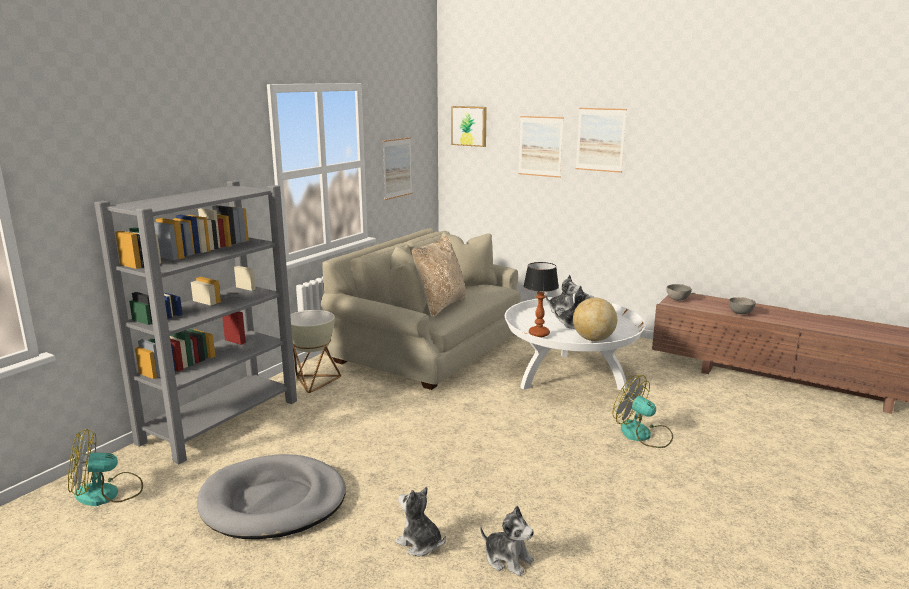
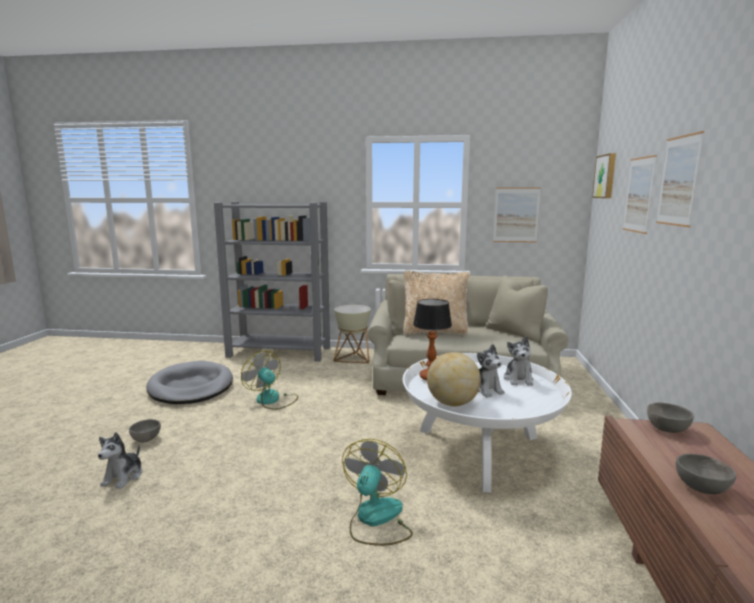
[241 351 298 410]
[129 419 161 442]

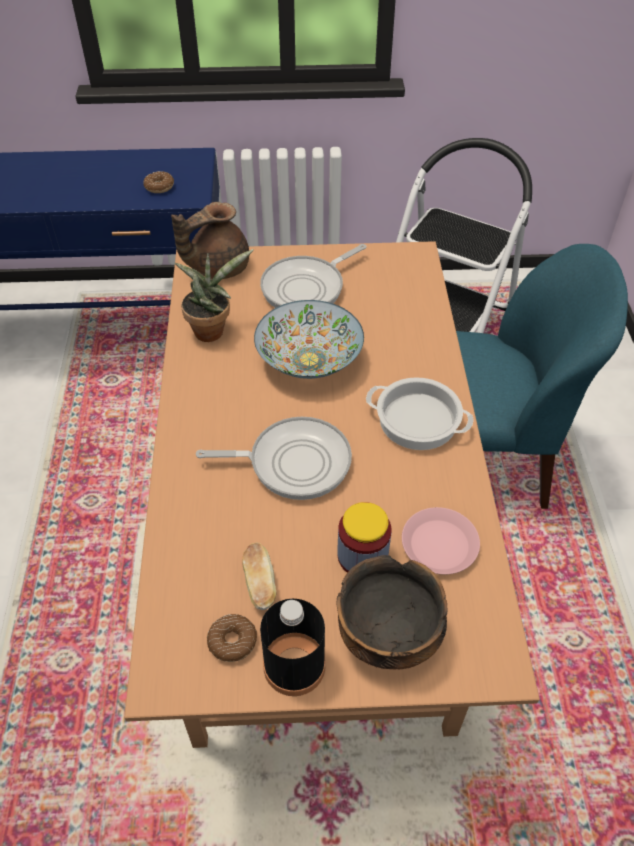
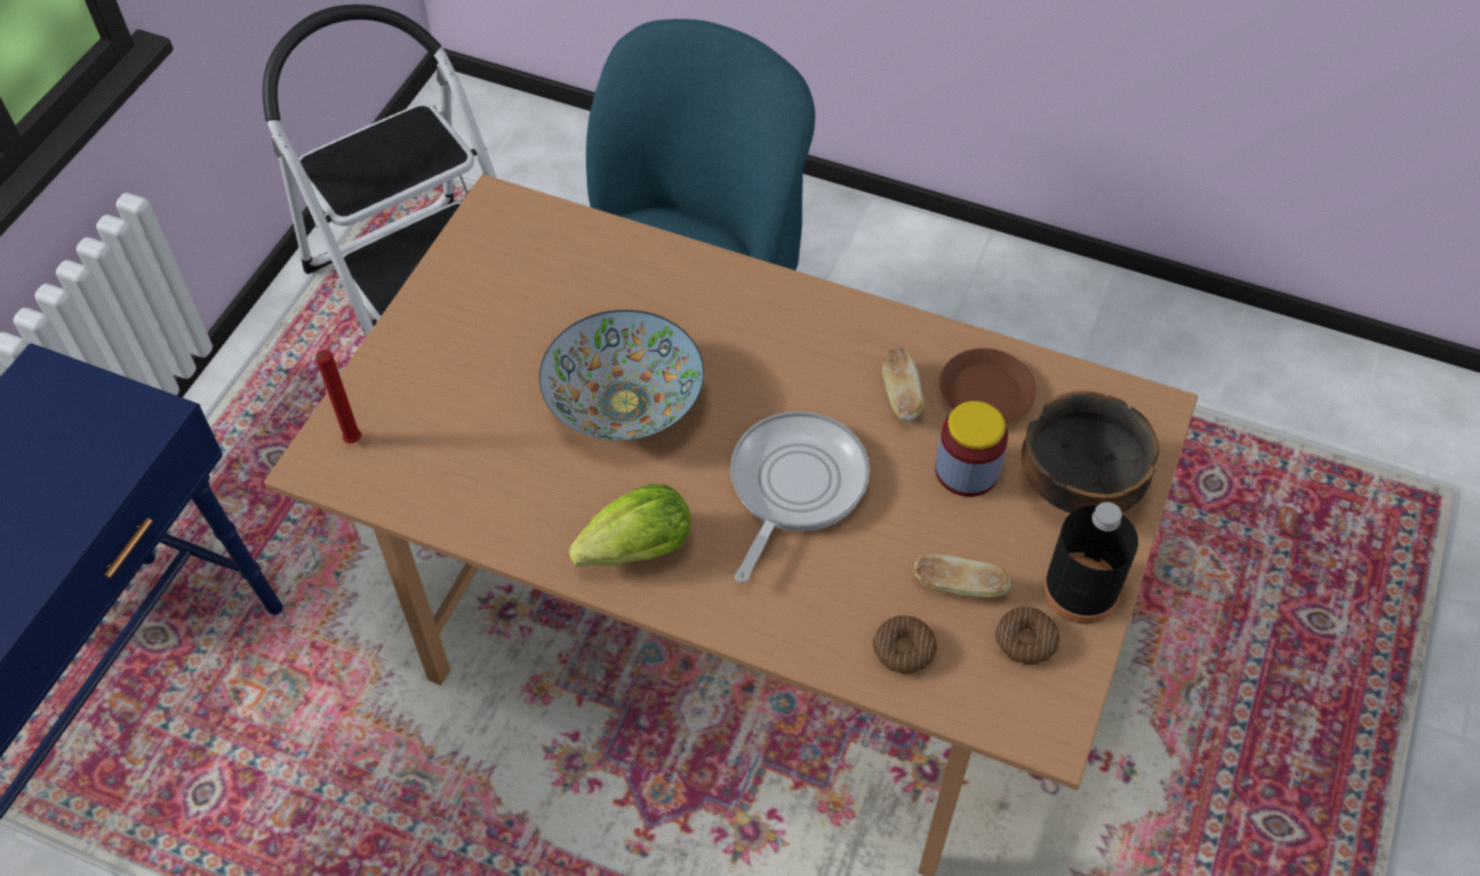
[873 615 937 674]
[316 350 361 443]
[260 244 367 308] (first image)
[175 249 254 342] (first image)
[366 377 474 450] (first image)
[939 348 1036 424]
[882 347 924 421]
[569 484 691 566]

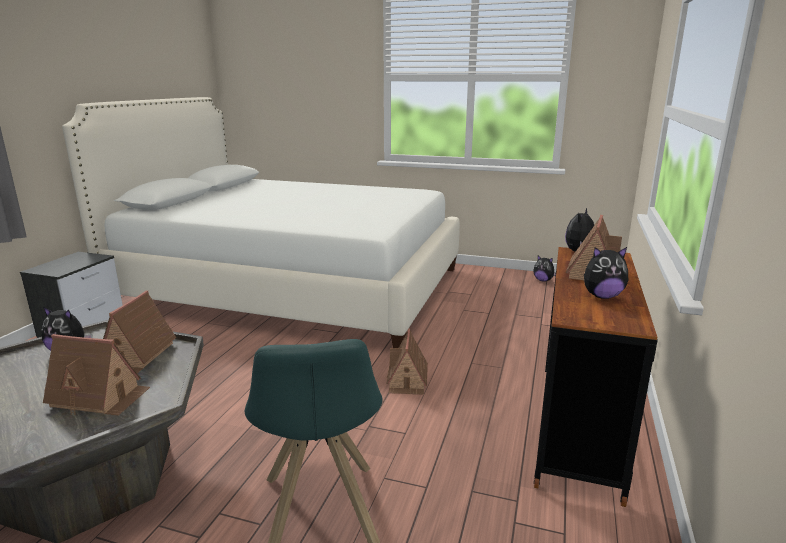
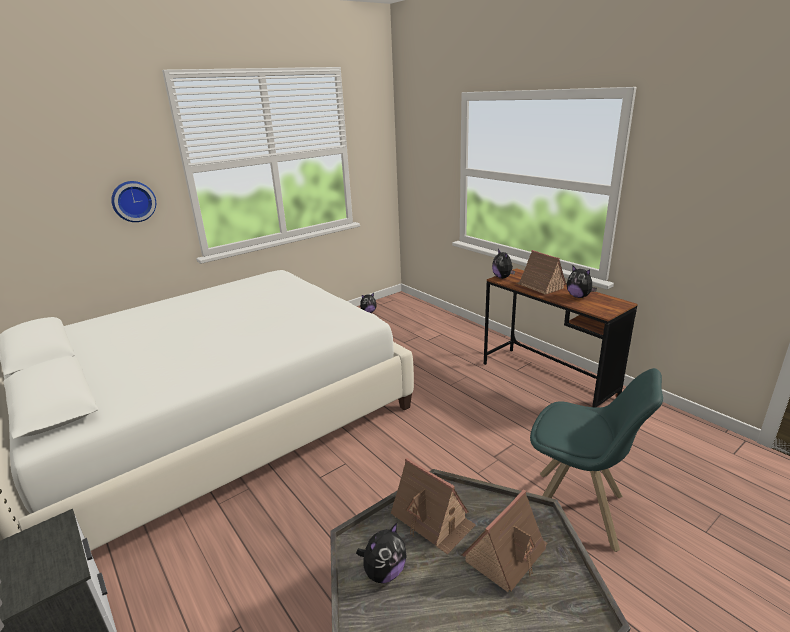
[567 265 597 298]
[386 328 428 395] (first image)
[111 181 156 222]

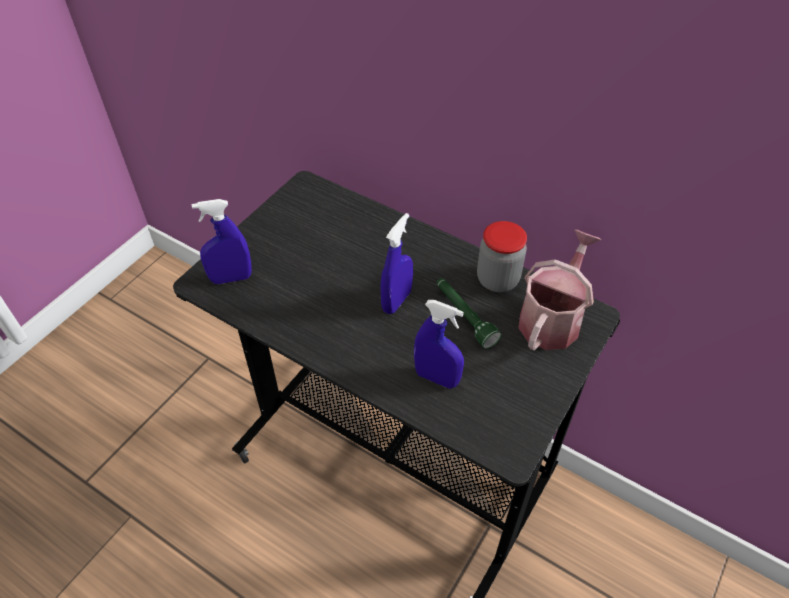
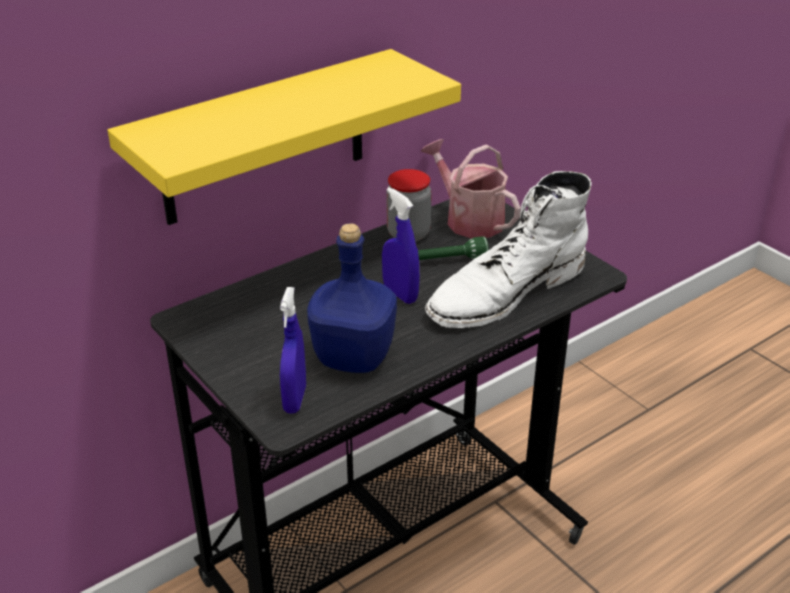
[425 171 592 328]
[107 49 461 225]
[307 223 397 373]

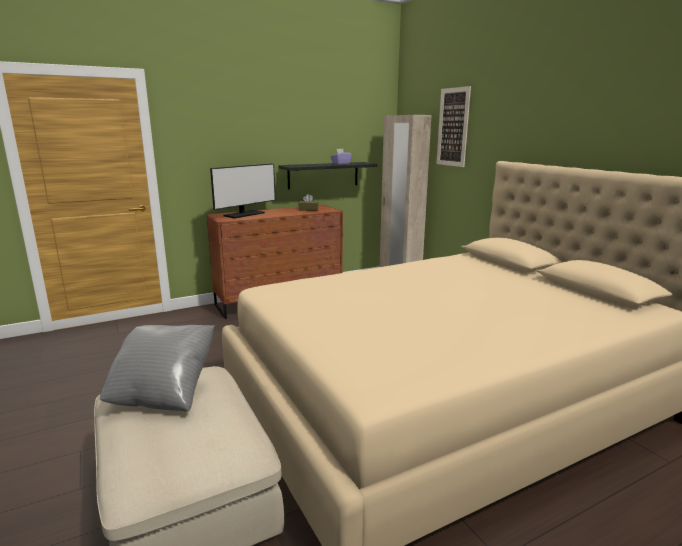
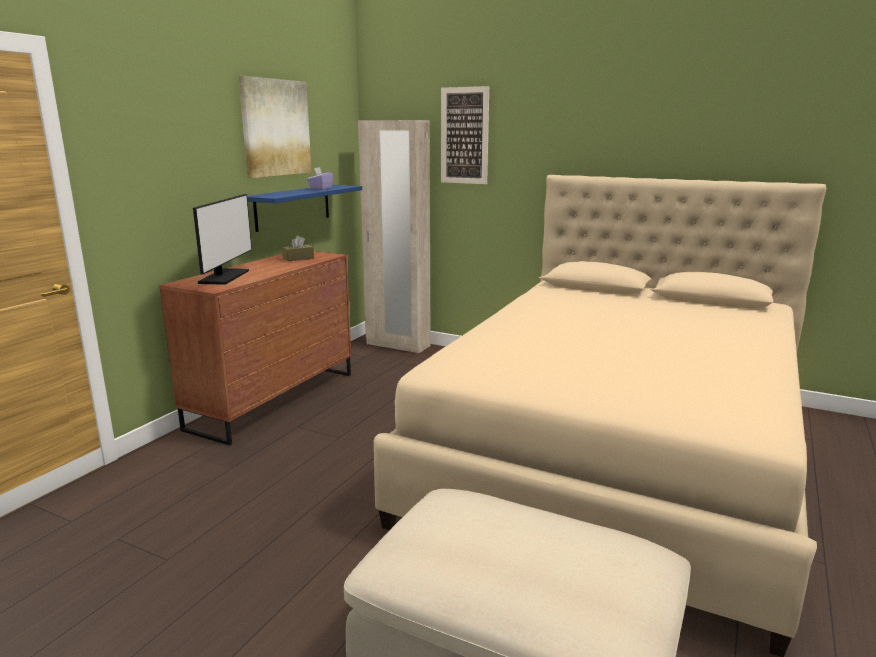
[247 185 362 232]
[100 325 215 411] (first image)
[239 76 312 178]

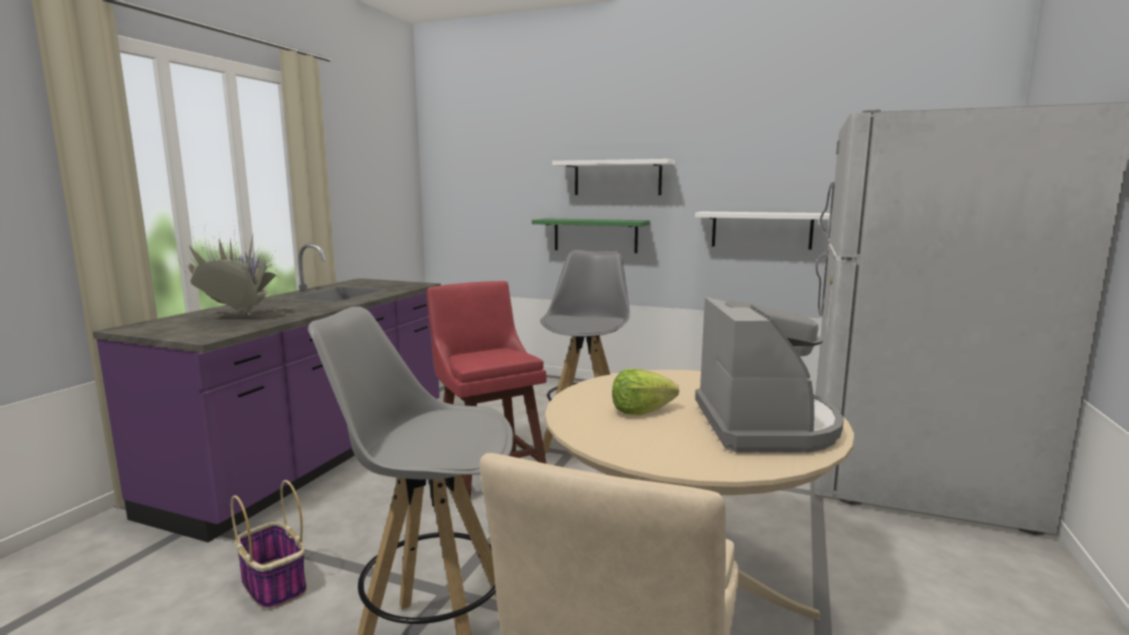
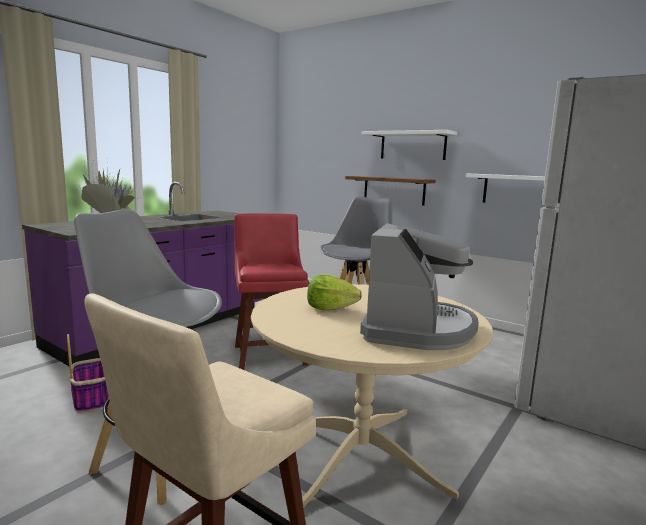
[345 176 436 205]

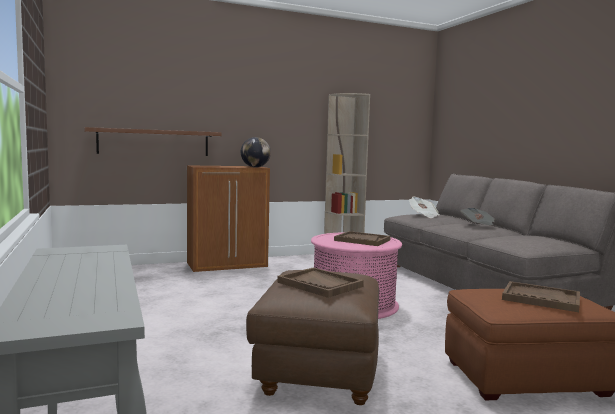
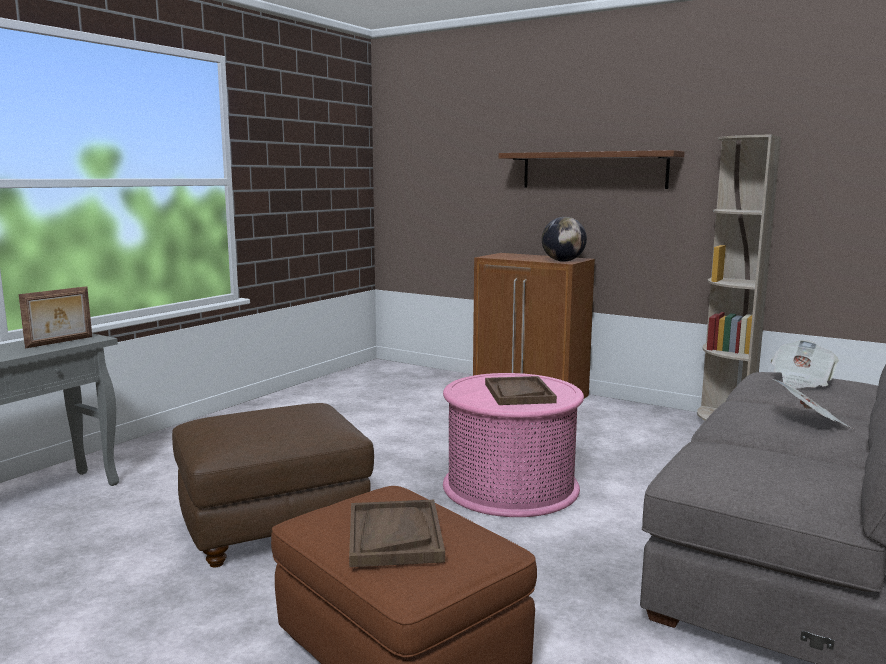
[499 150 685 189]
[277 267 364 298] (first image)
[19 286 92 348]

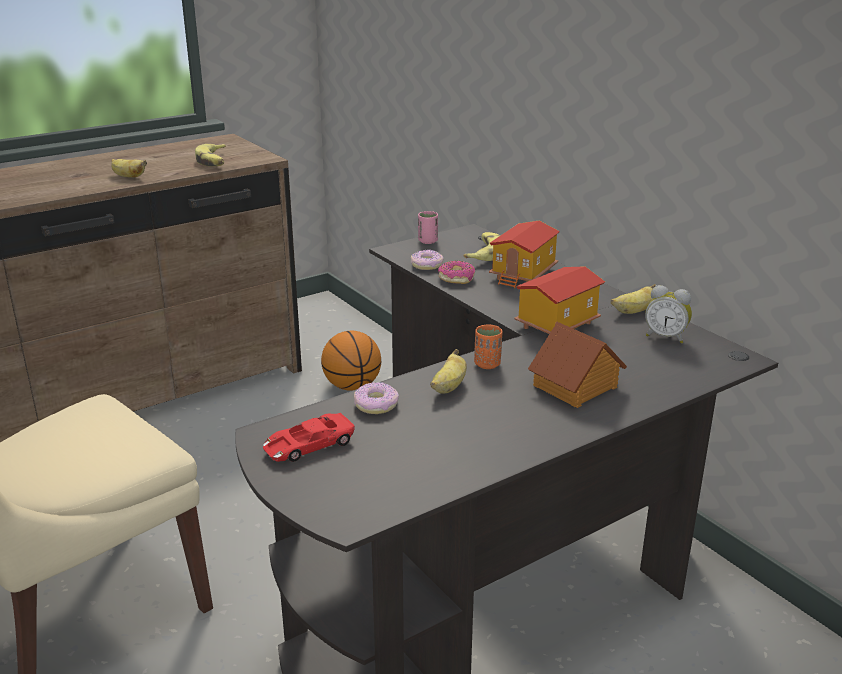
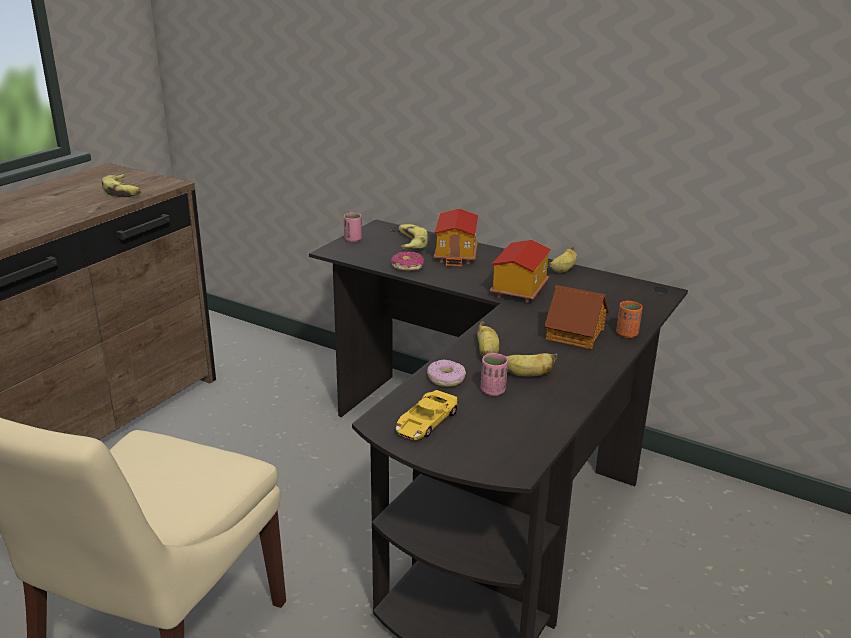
[506 353 558 377]
[411 250 444 270] (first image)
[645 285 692 343] (first image)
[616 301 643 338]
[321 331 381 391] (first image)
[396 390 457 440]
[481 353 508 396]

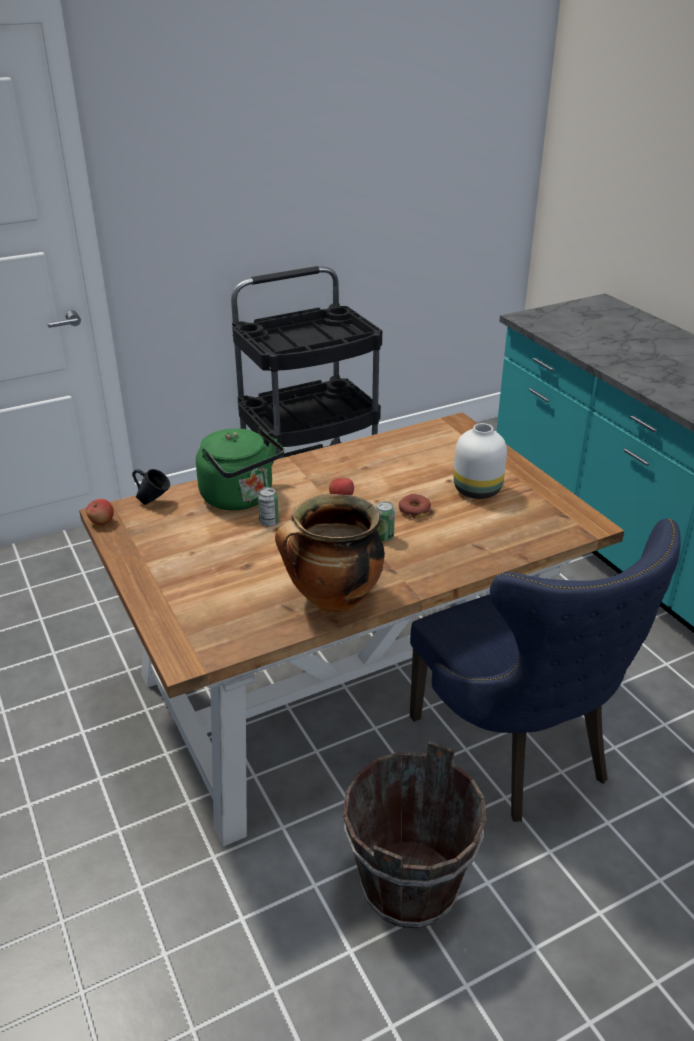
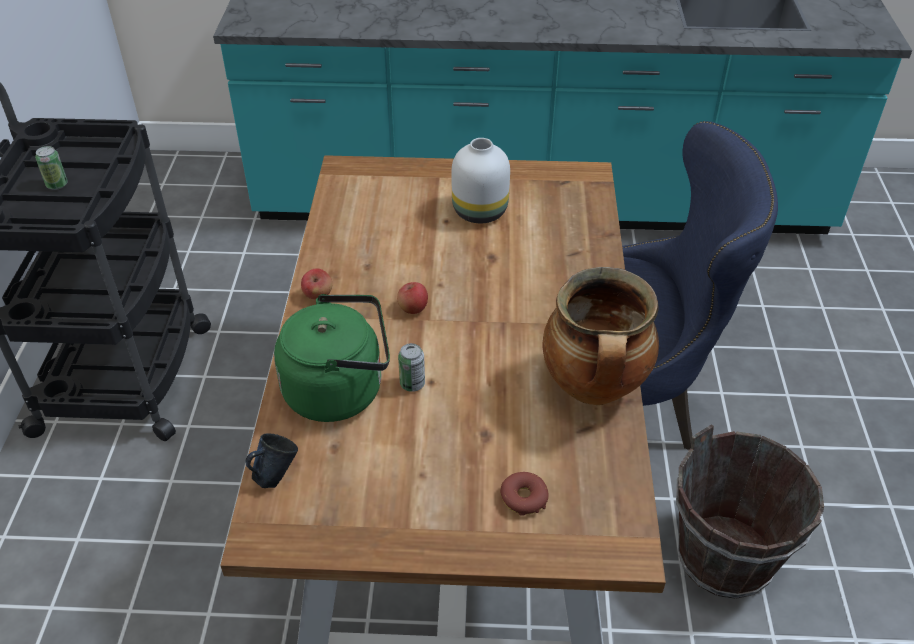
[500 472 549 515]
[301 269 332 300]
[35 146 68 190]

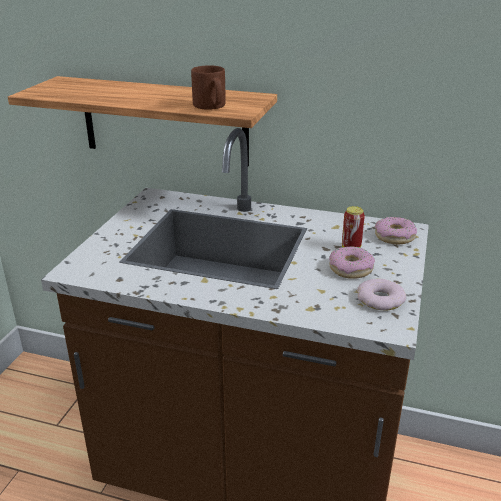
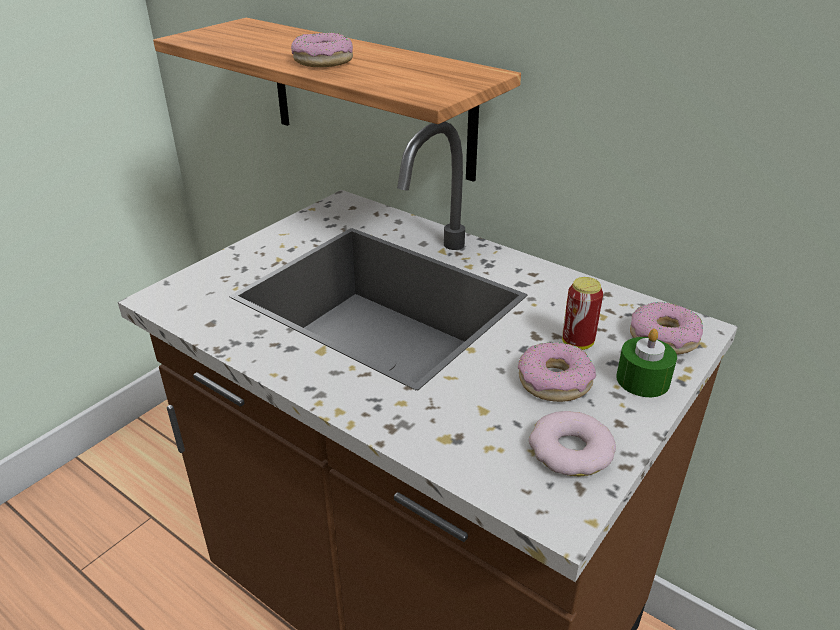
[191 65 226 110] (first image)
[291 33 353 67]
[616 329 677 397]

